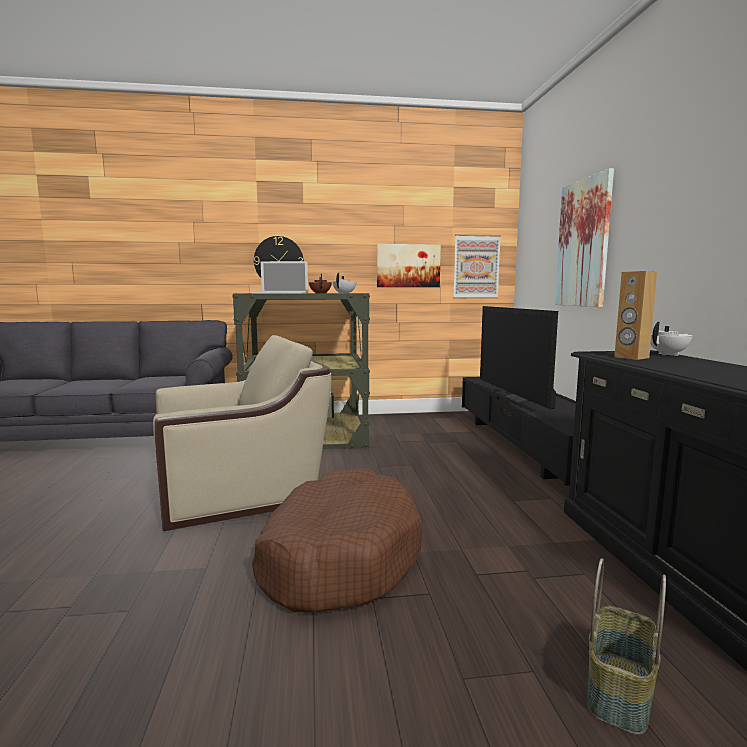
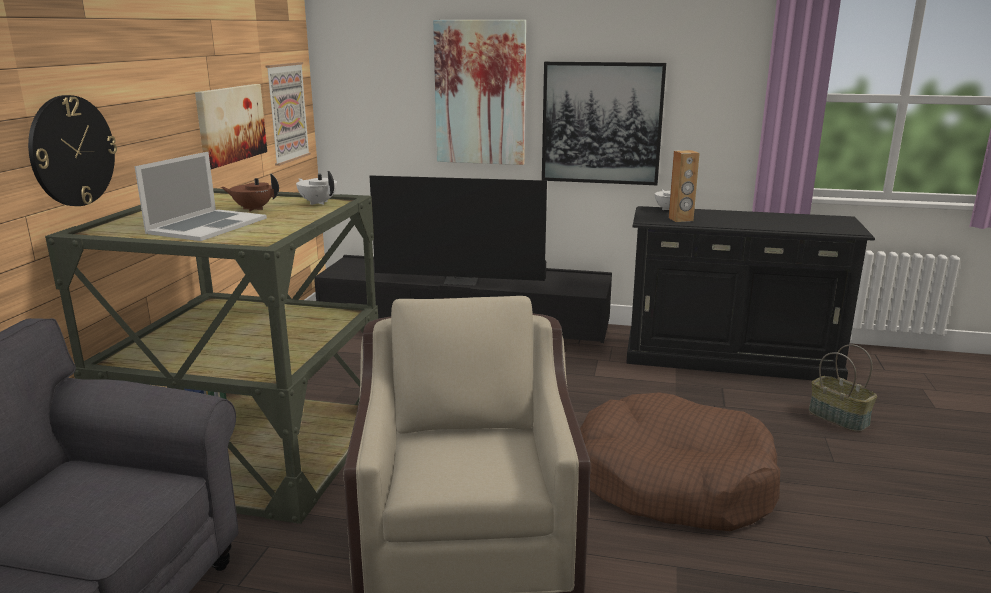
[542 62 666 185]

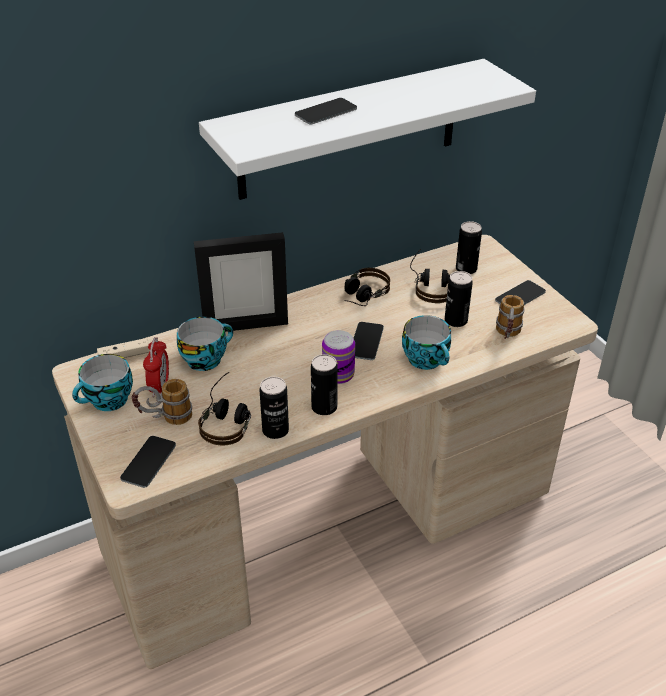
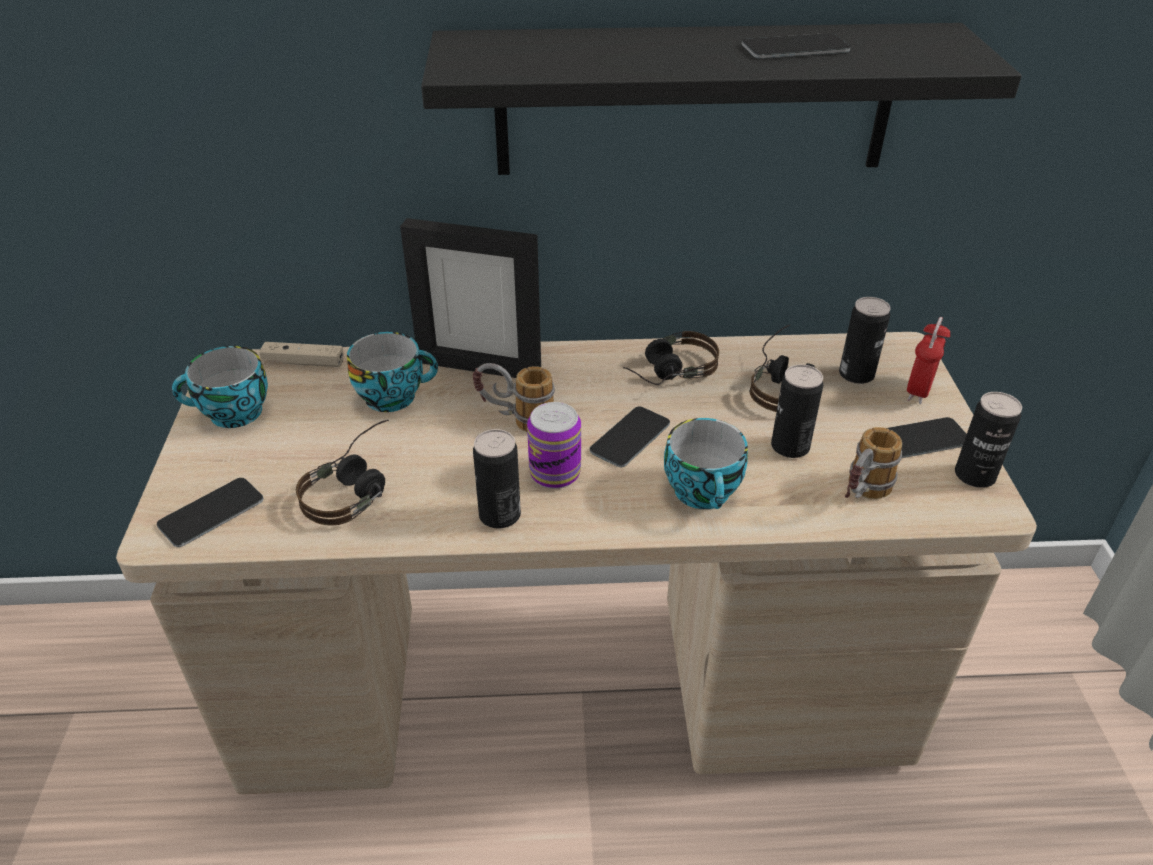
[421 23 1022 175]
[742 33 850 59]
[907 317 950 404]
[955 392 1022 488]
[473 363 555 432]

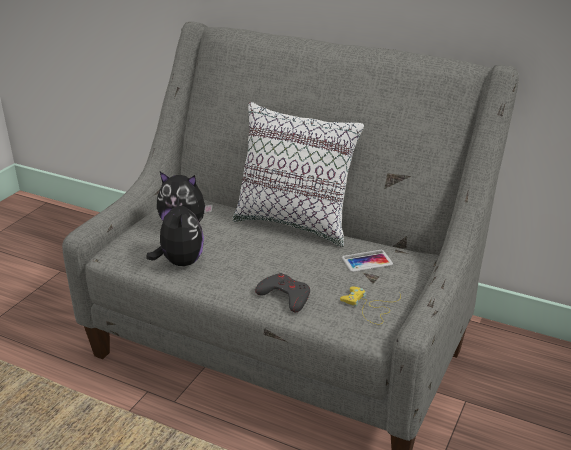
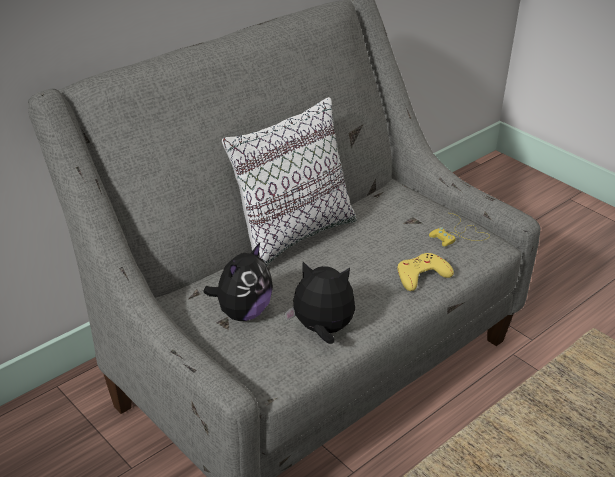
[342 250 393 272] (first image)
[397 253 454 291]

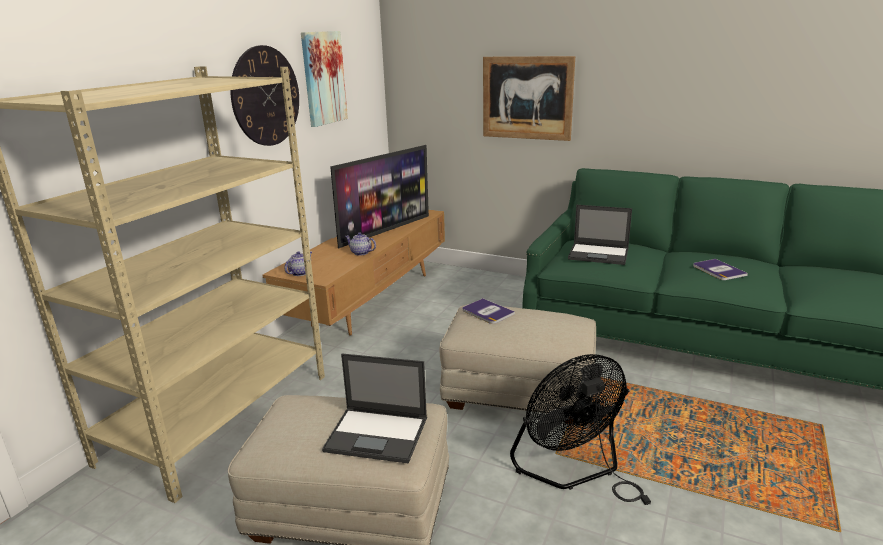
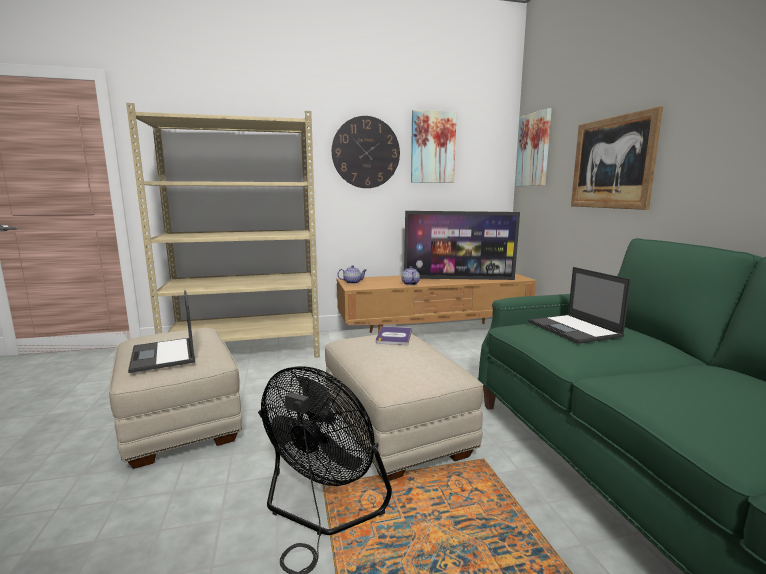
[693 259 748 280] (first image)
[516 108 552 186]

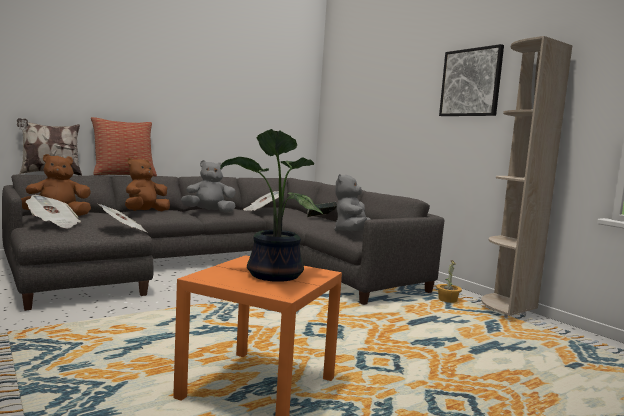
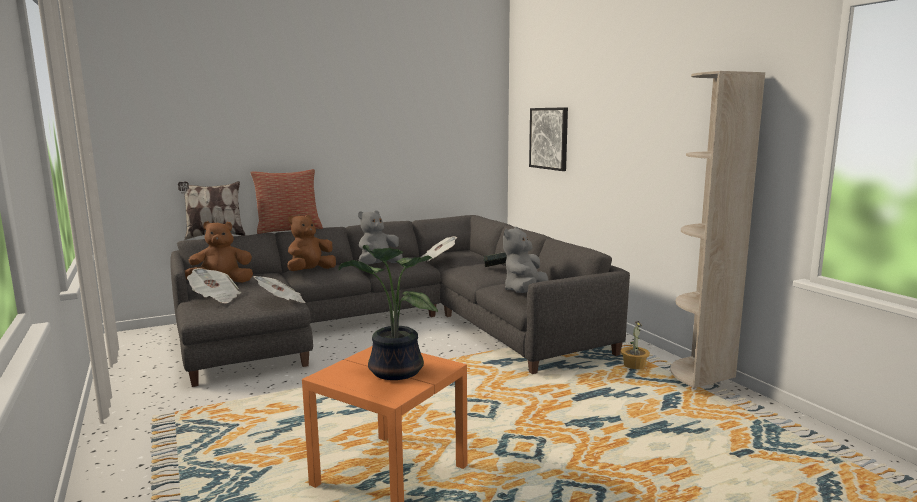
[529 107 568 171]
[358 210 402 265]

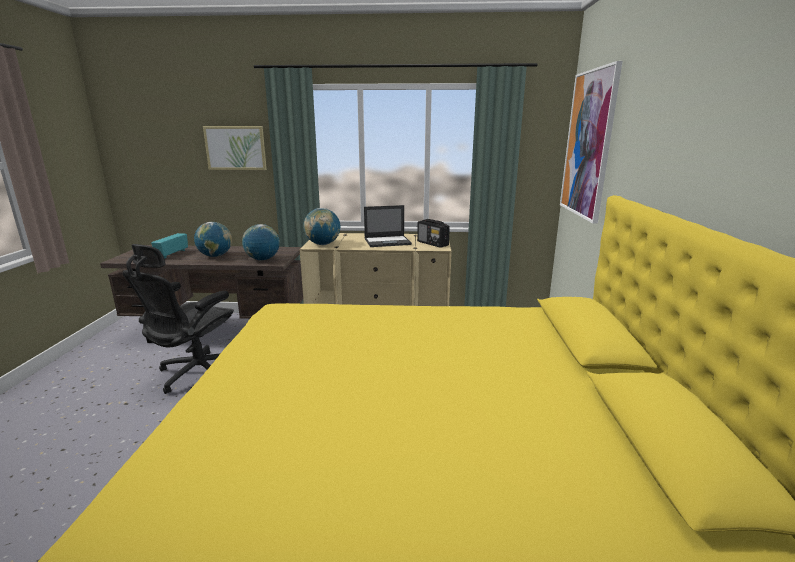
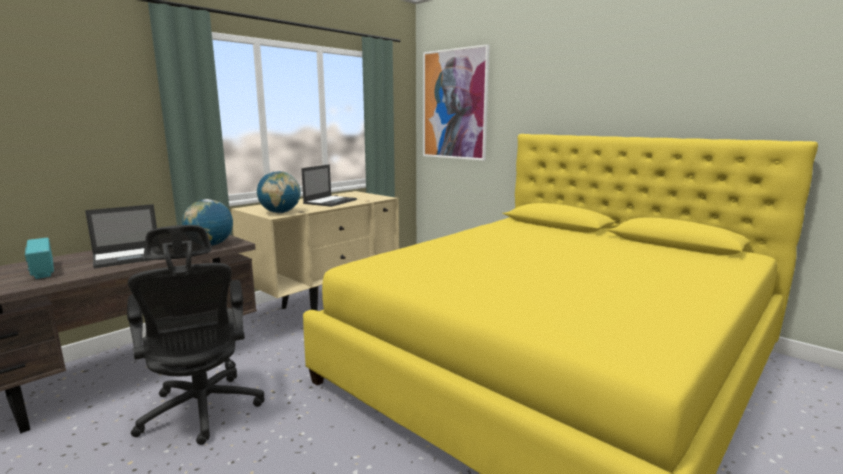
[203 126 267 170] (first image)
[417 219 450 247] (first image)
[85 204 157 268]

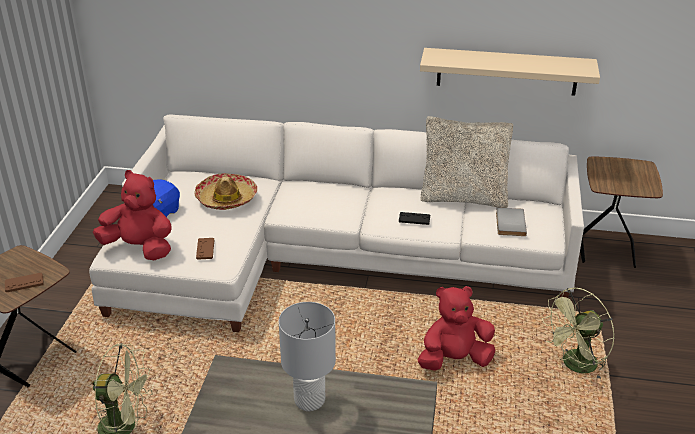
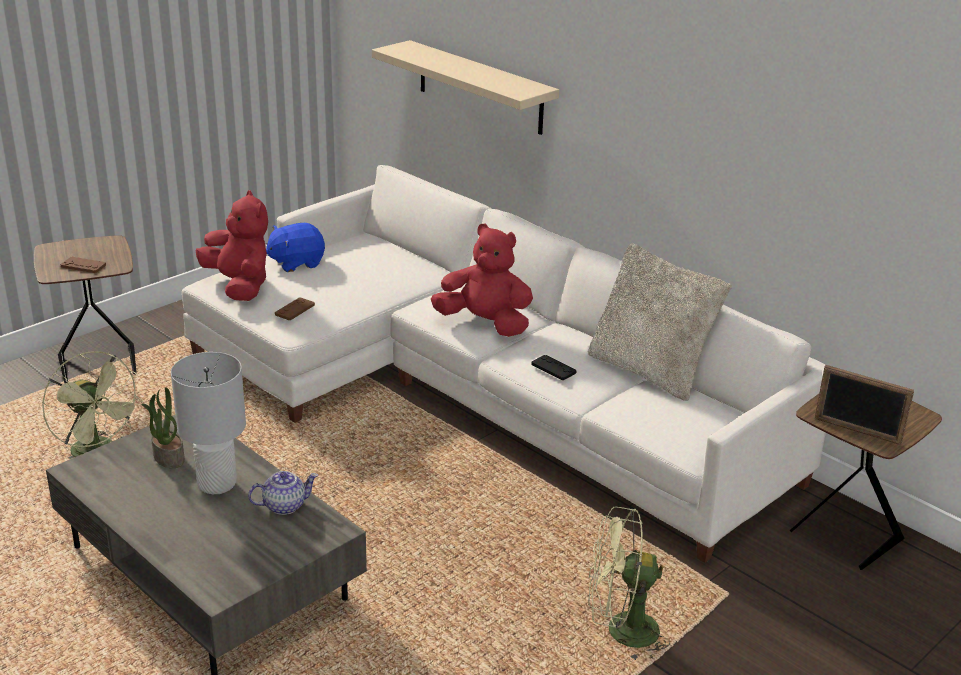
[372 40 559 135]
[194 173 257 210] (first image)
[496 207 527 236] (first image)
[431 224 533 337]
[815 365 914 445]
[142 387 185 468]
[248 471 318 515]

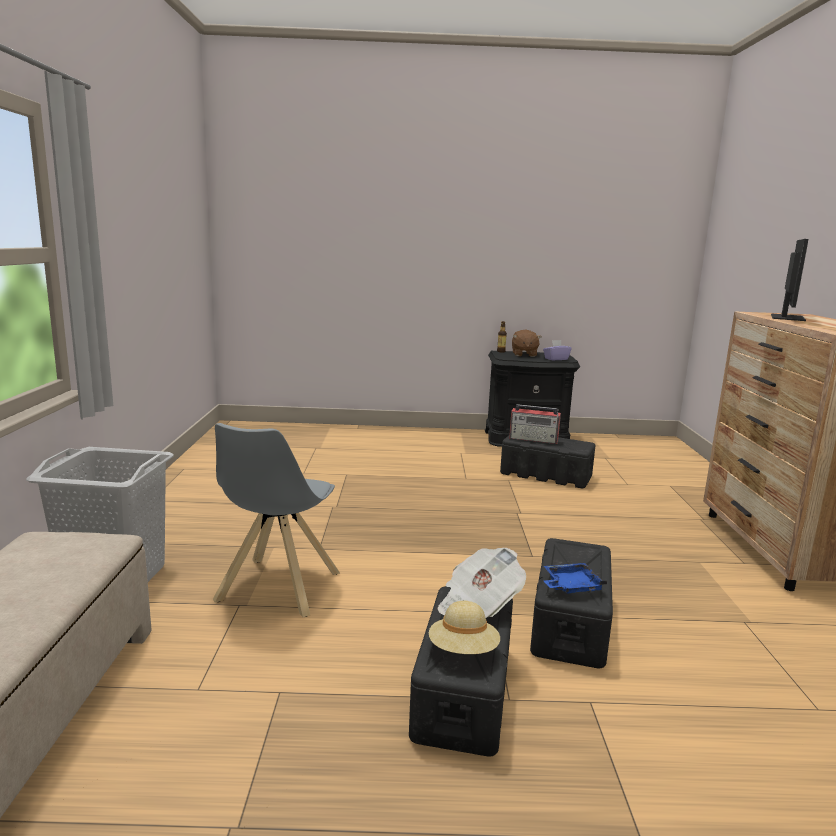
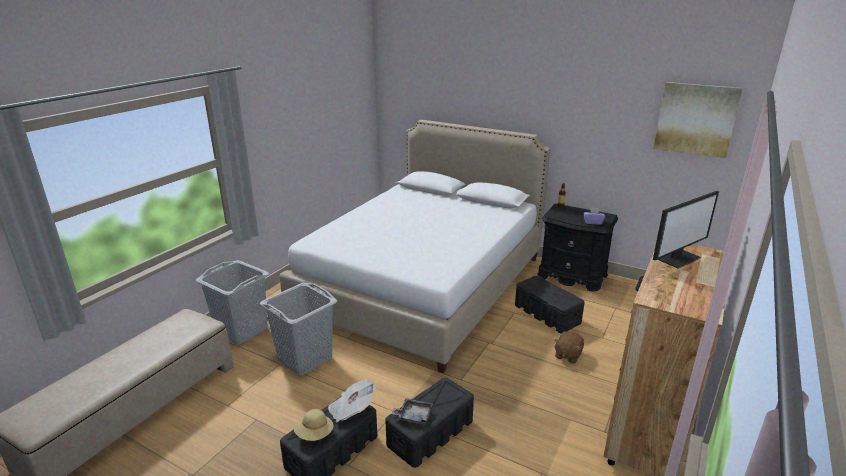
[554 331 584 363]
[509 404 561 444] (first image)
[260 282 337 376]
[392 398 433 424]
[653 82 743 158]
[279 120 550 373]

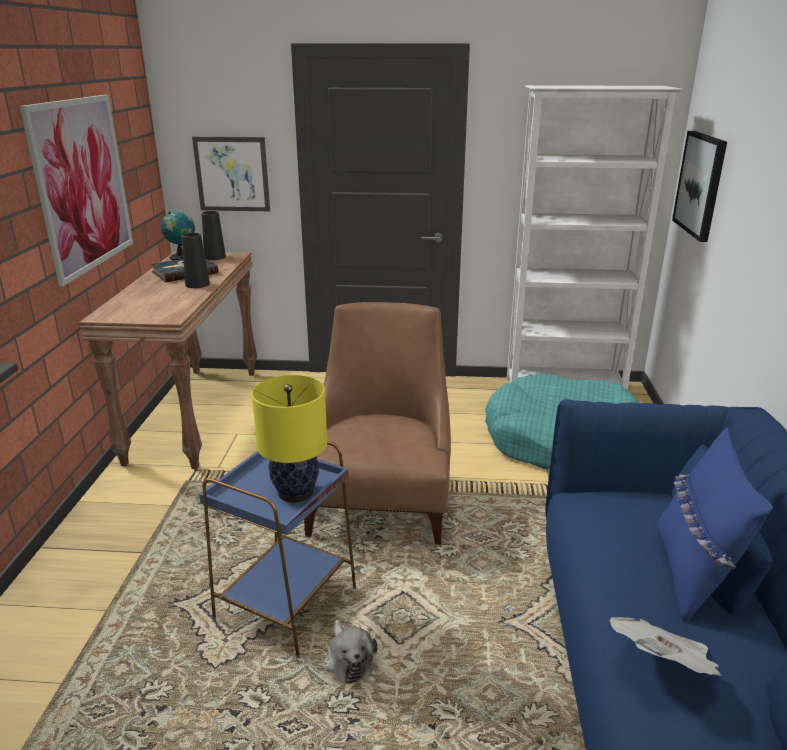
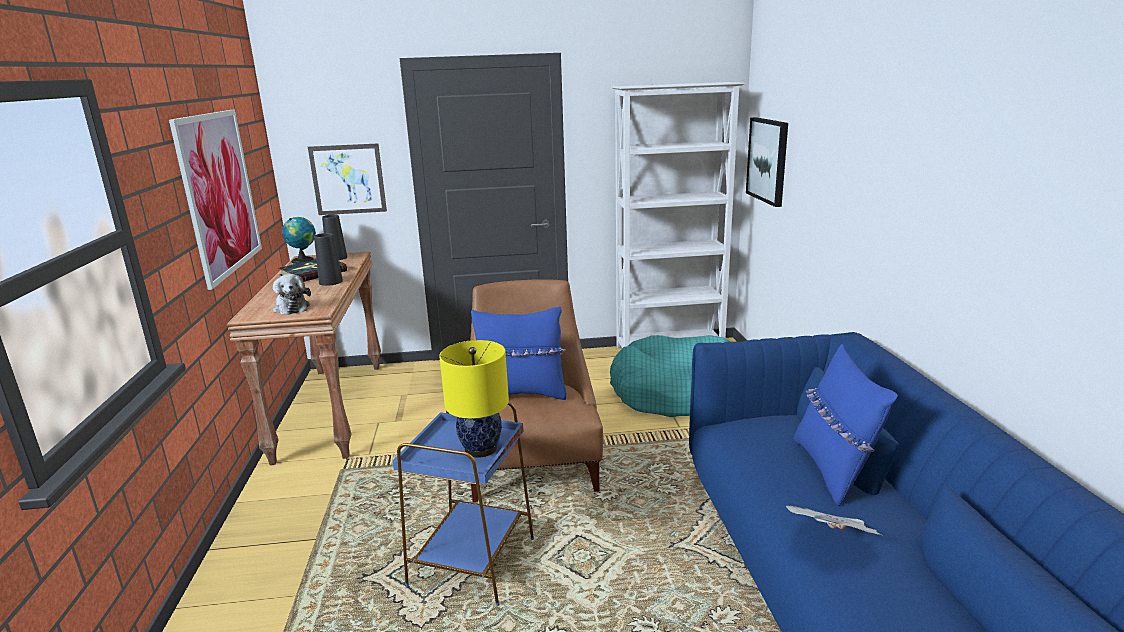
[273 274 311 315]
[471 307 567 400]

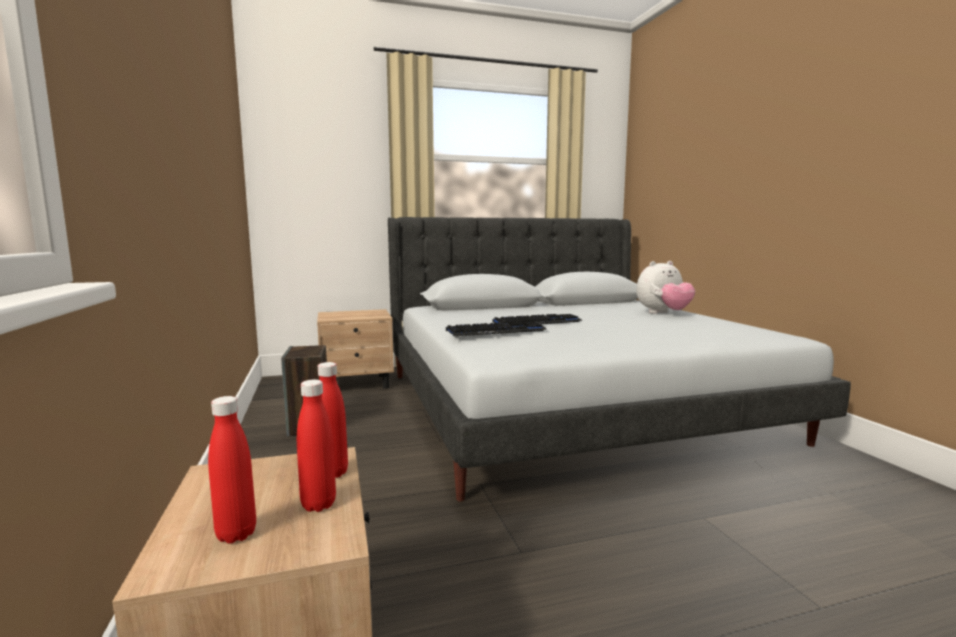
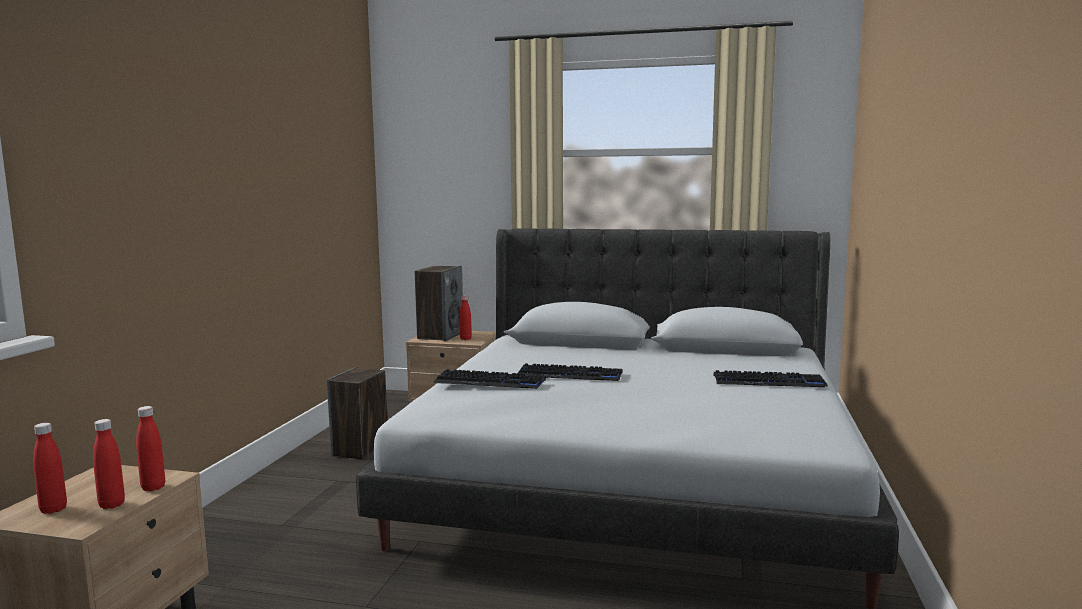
[714 370 828 387]
[415 266 463 341]
[459 295 472 340]

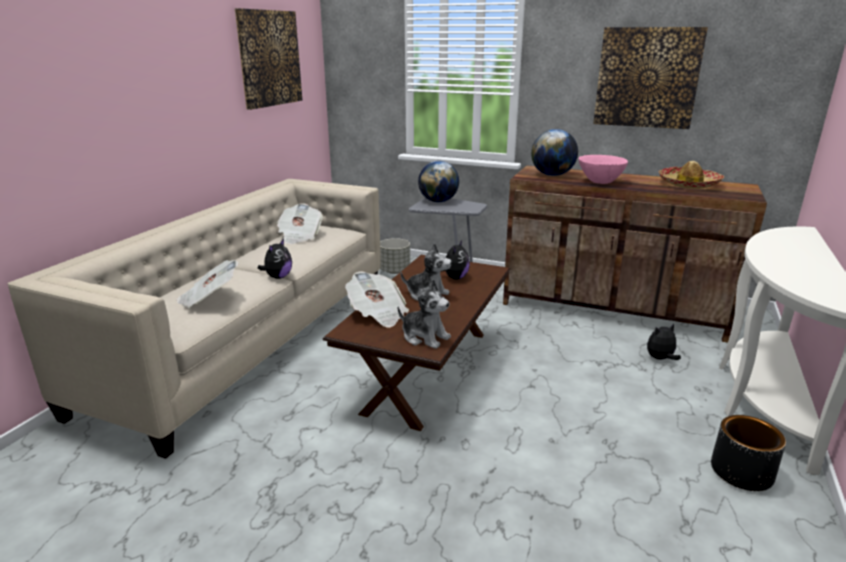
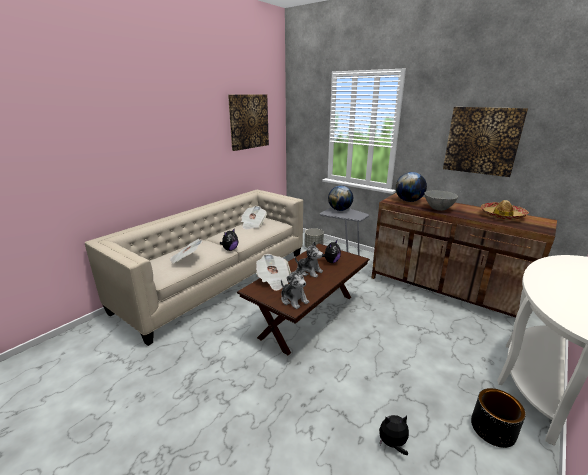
[424 190 458 211]
[379 415 409 455]

